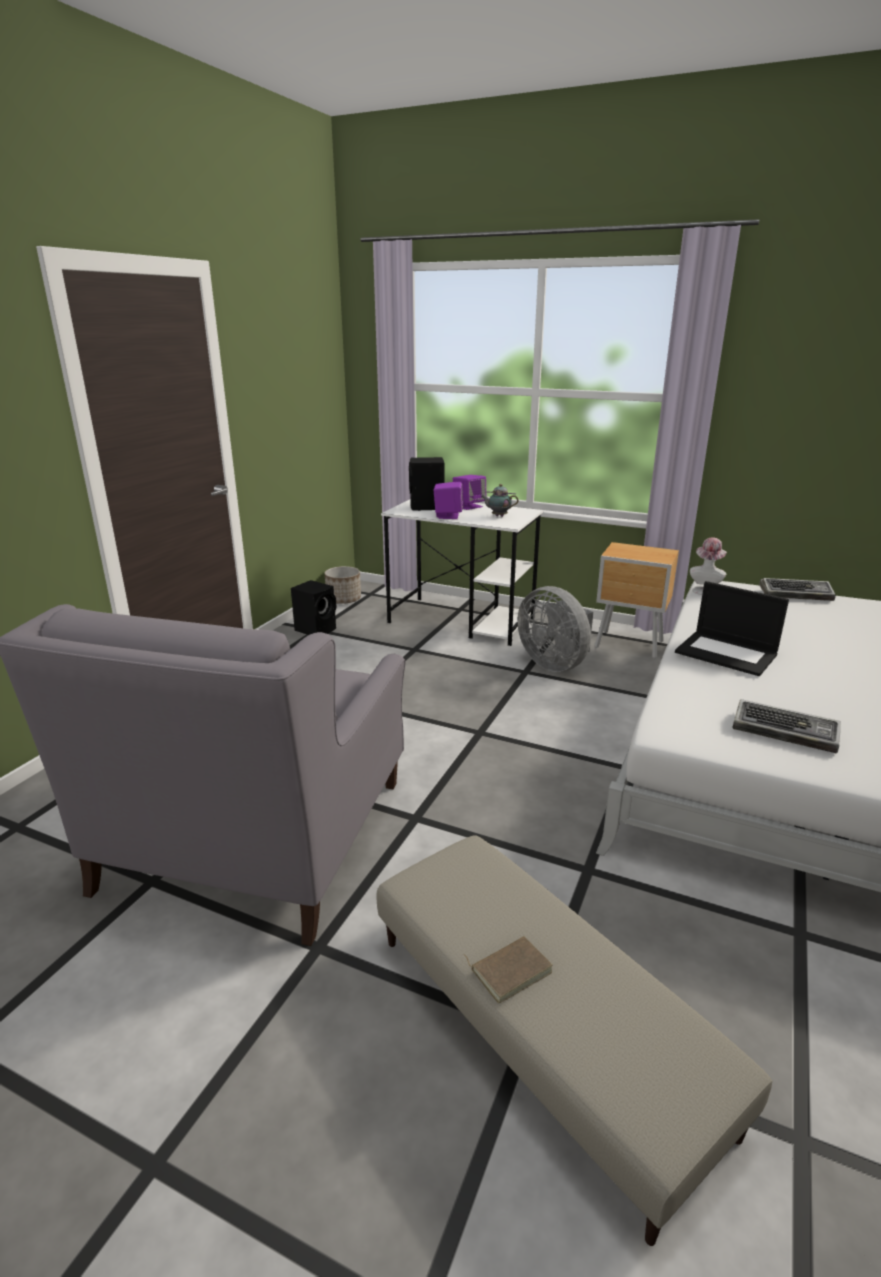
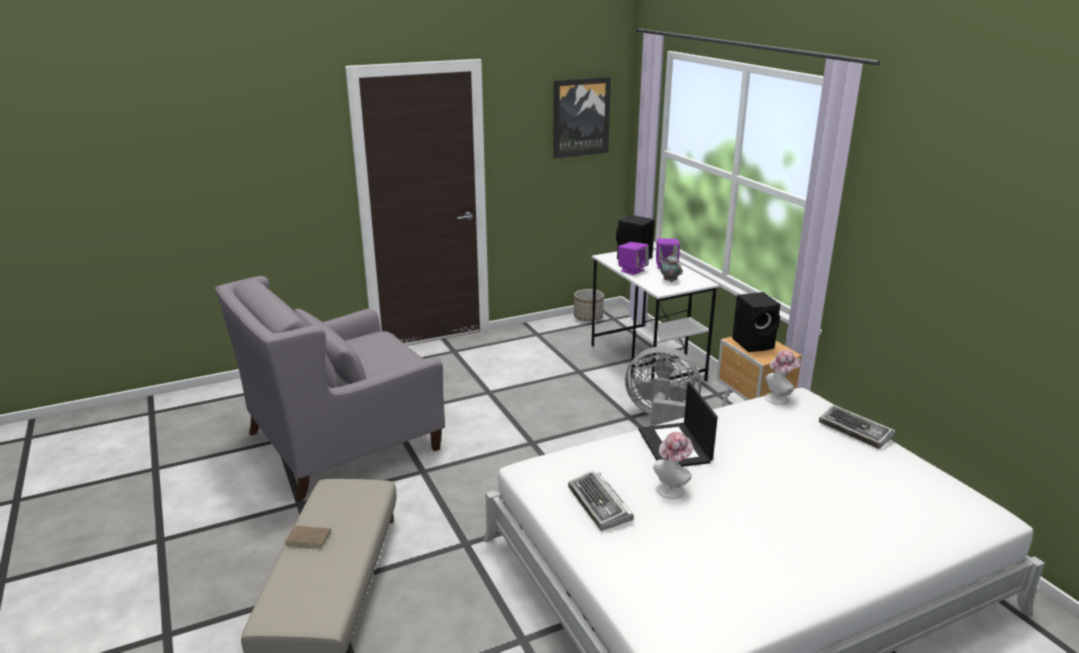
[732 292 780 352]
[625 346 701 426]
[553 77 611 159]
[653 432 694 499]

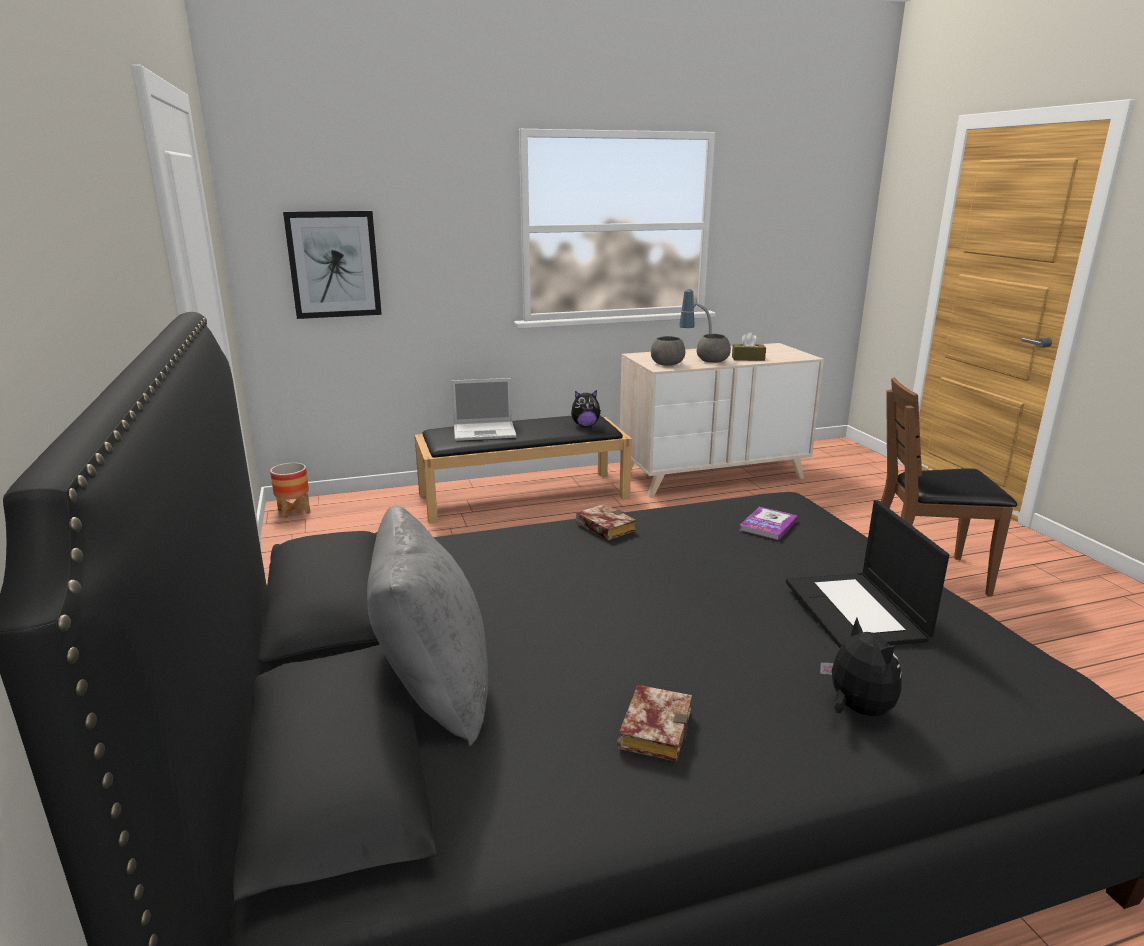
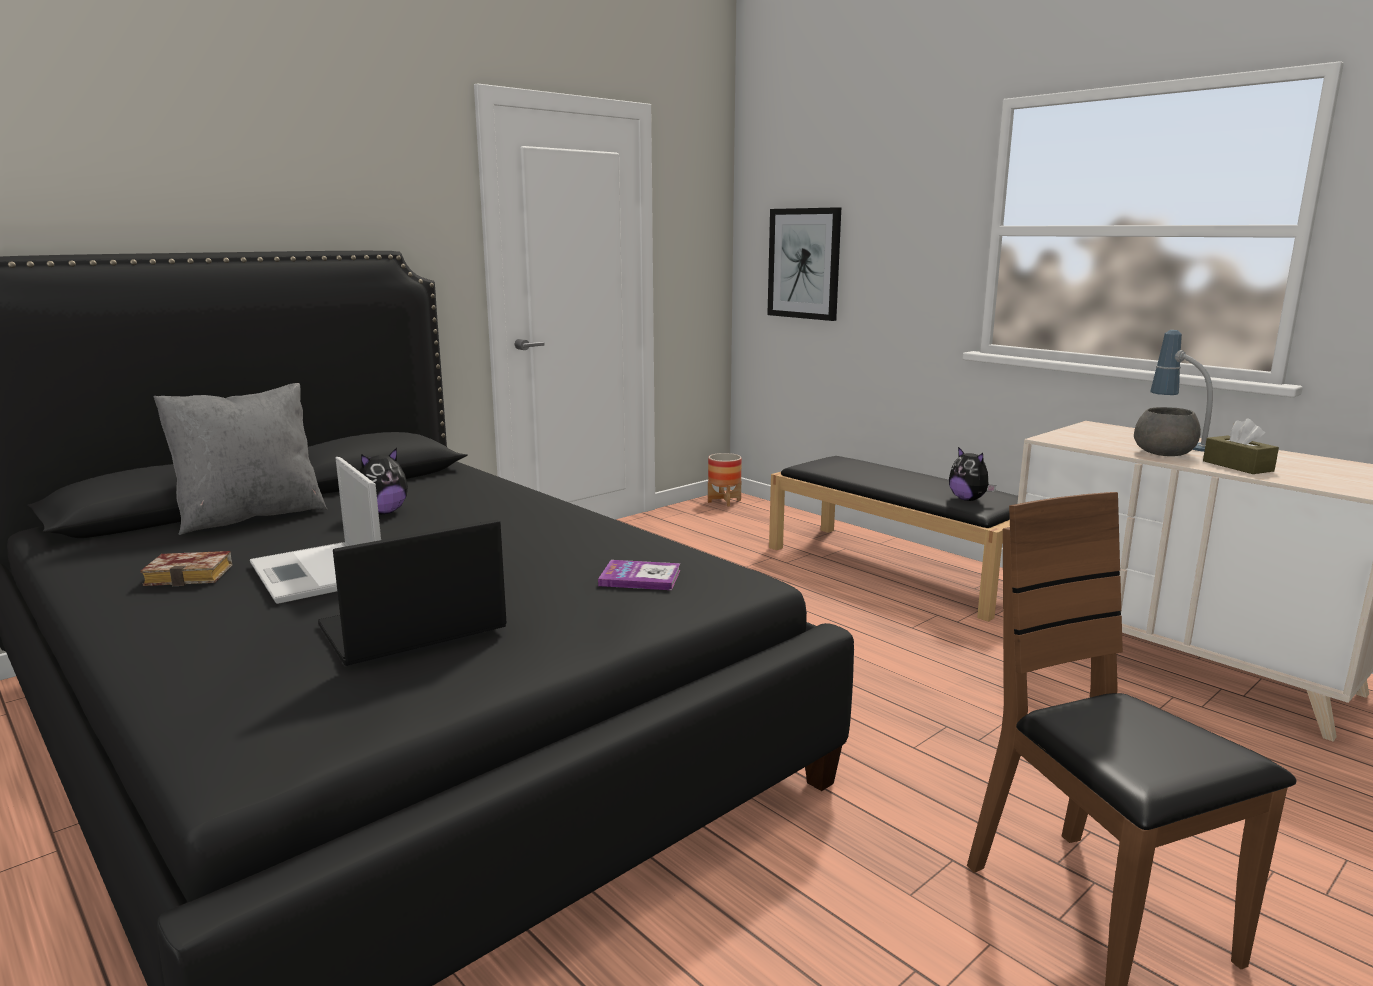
[651 336 685 366] (first image)
[250 457 381 604]
[576 504 636 540] (first image)
[359 448 408 515]

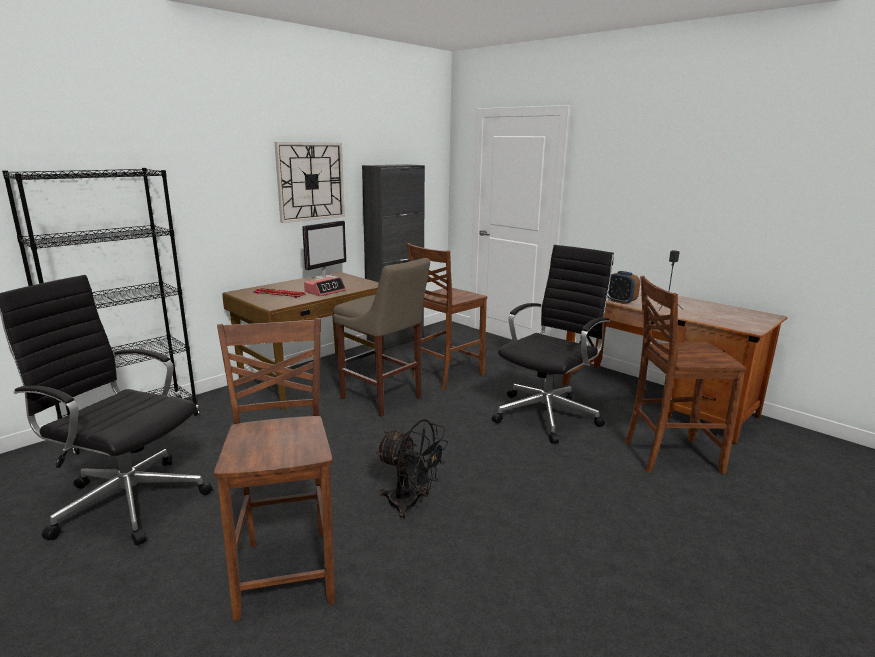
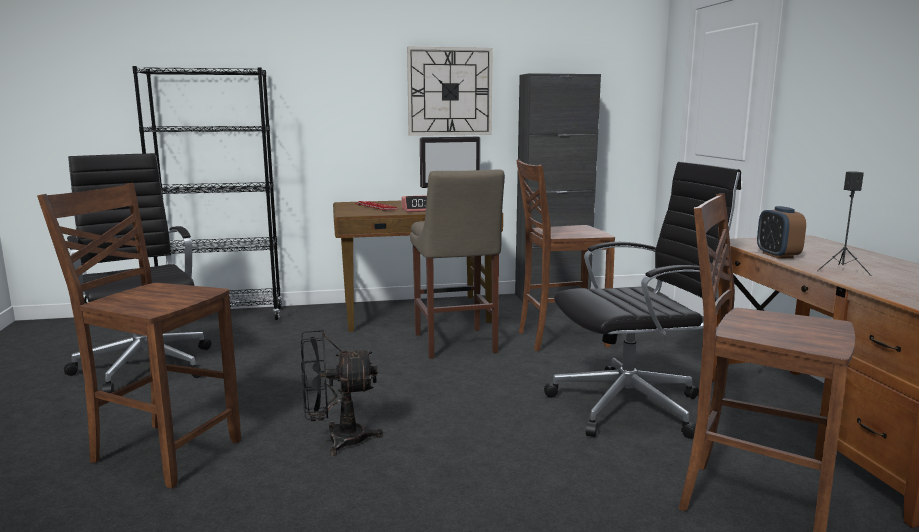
[37 183 241 489]
[301 330 383 456]

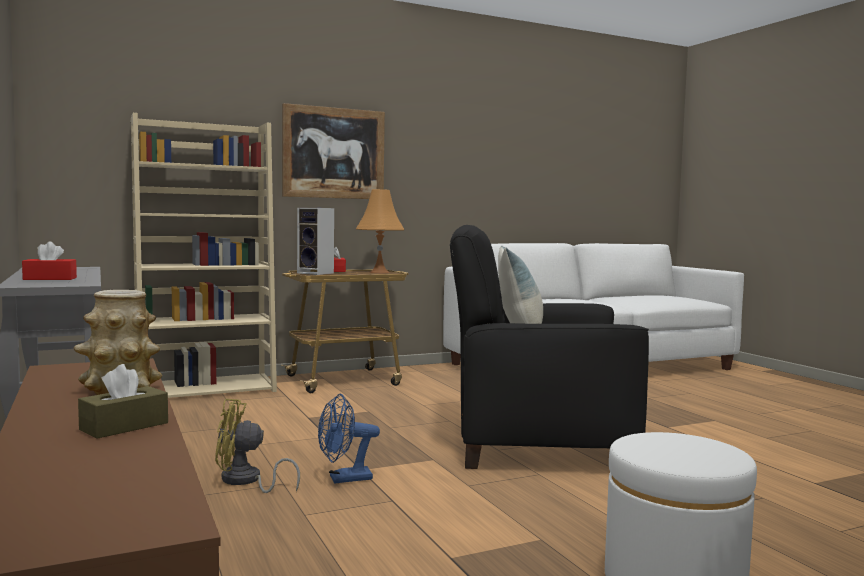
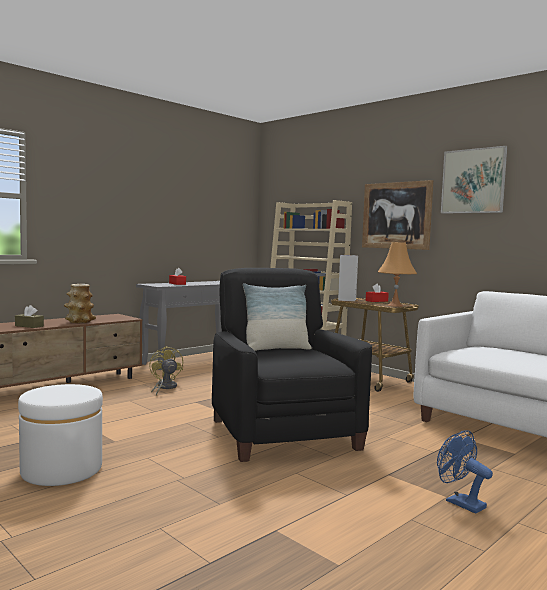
[437 430 493 513]
[441 146 507 213]

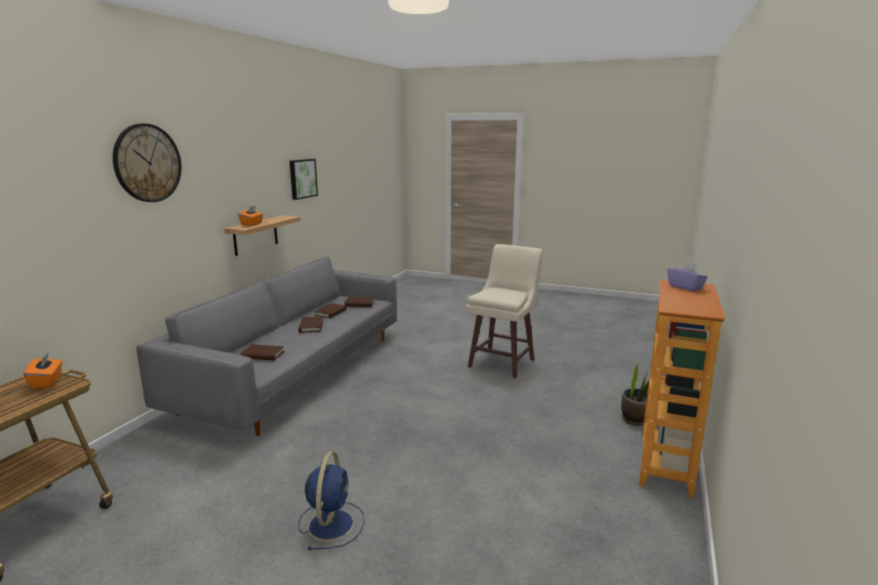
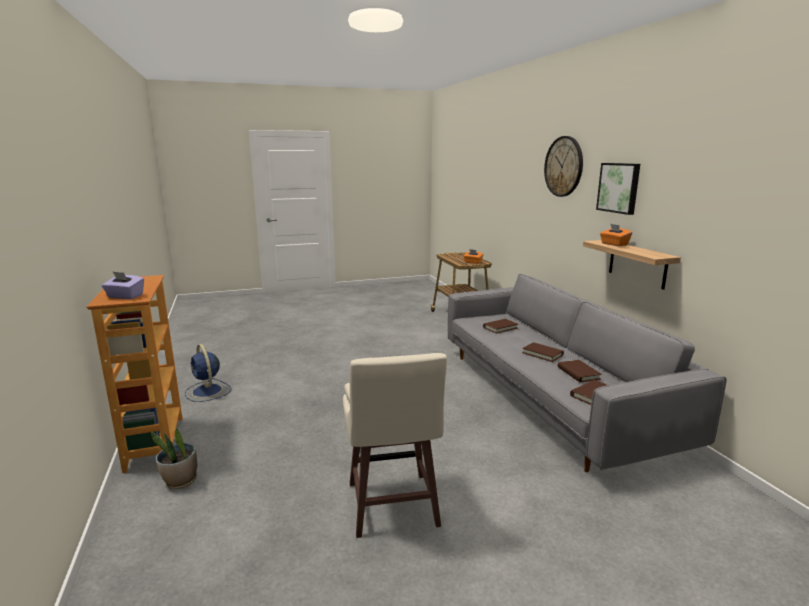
[596 163 640 215]
[185 344 231 402]

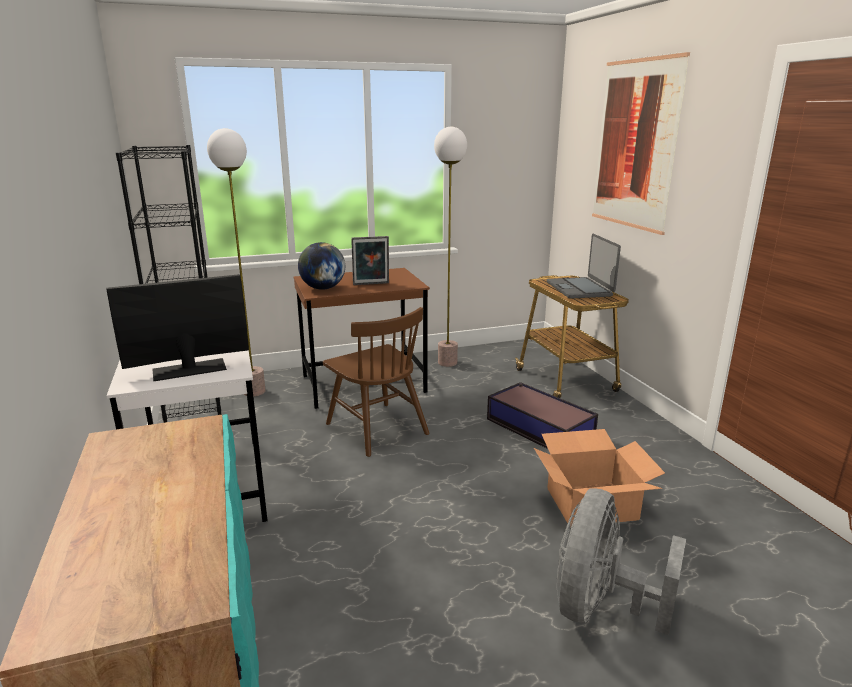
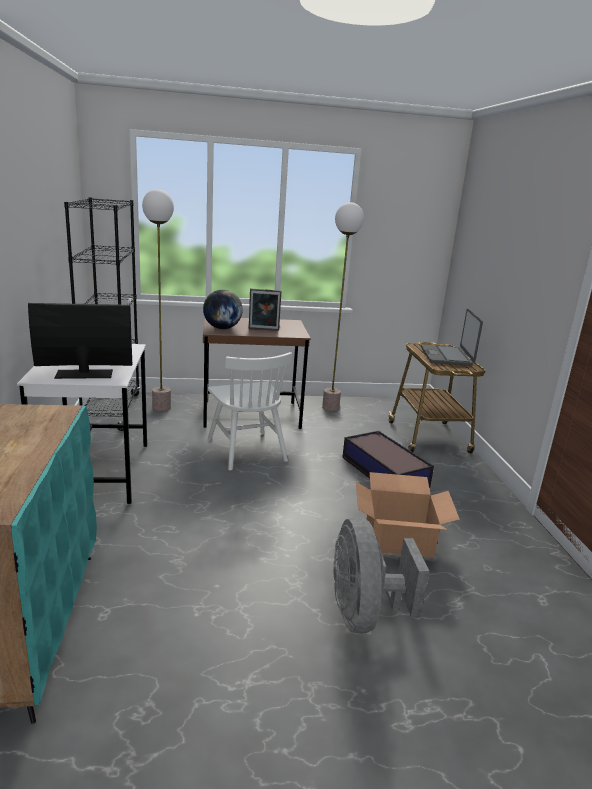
[592 52 690 235] (first image)
[207 352 292 471]
[333 517 429 634]

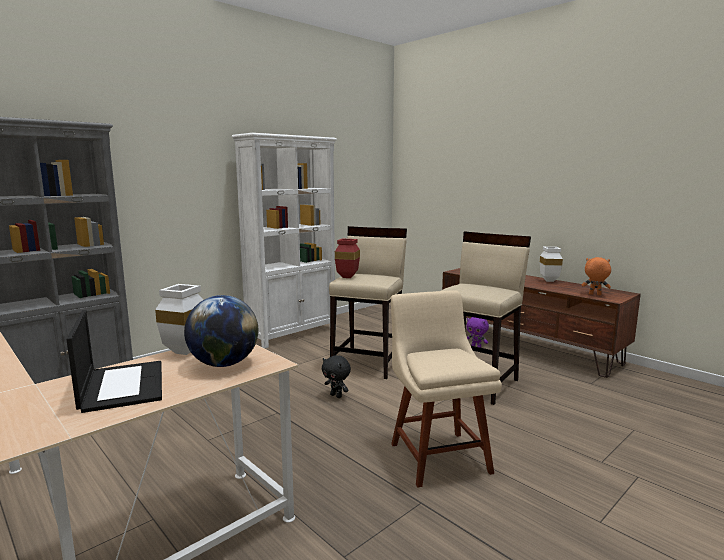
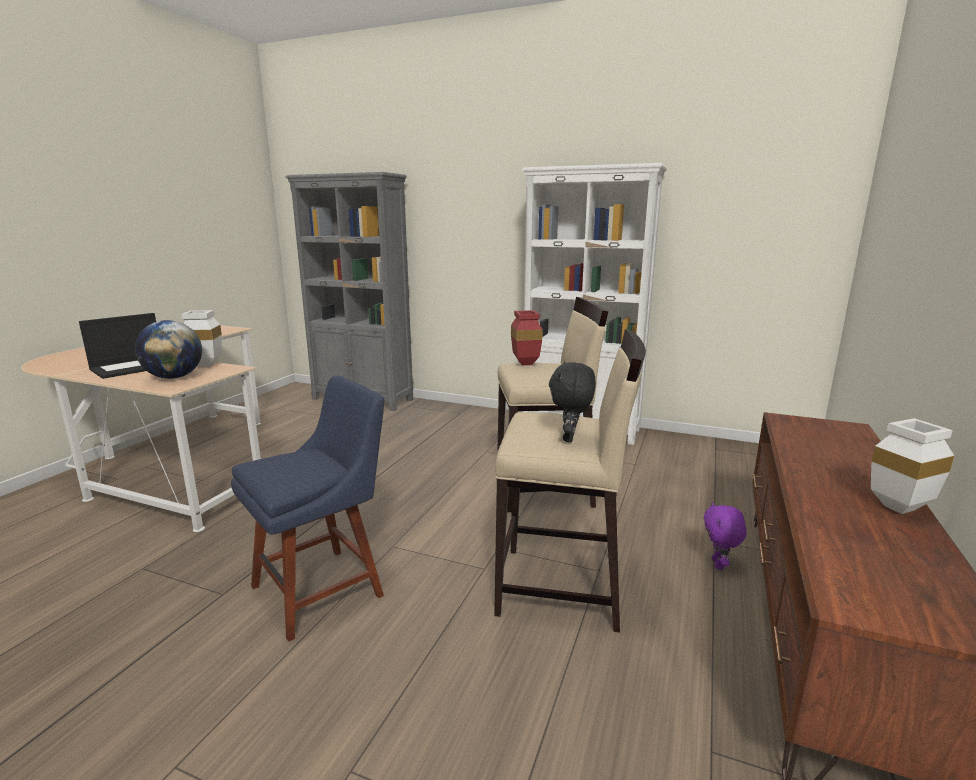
[582 257 611 295] (first image)
[231 375 384 642]
[549 362 596 442]

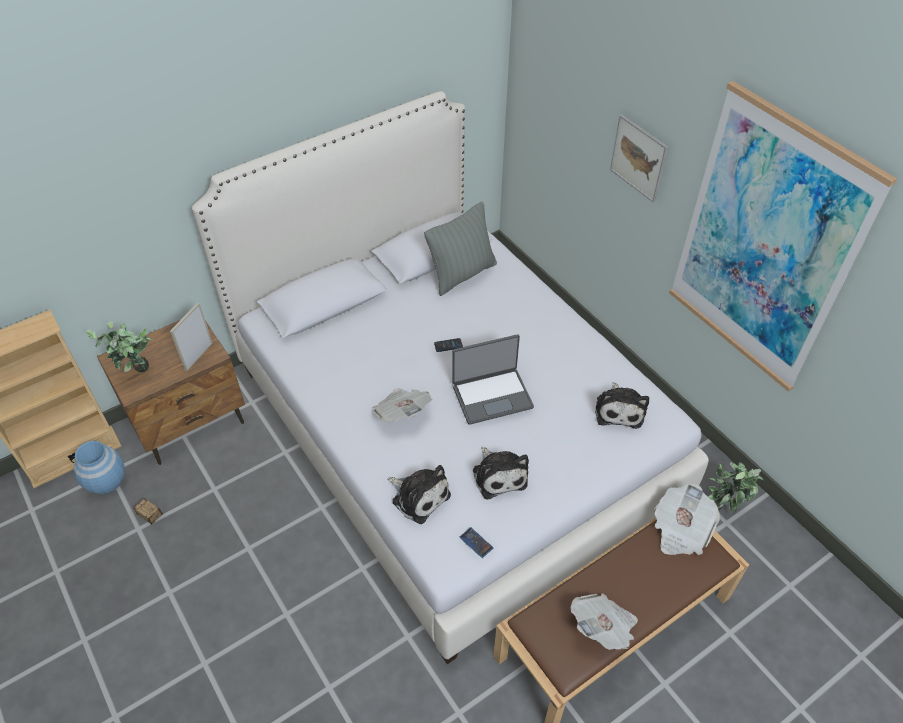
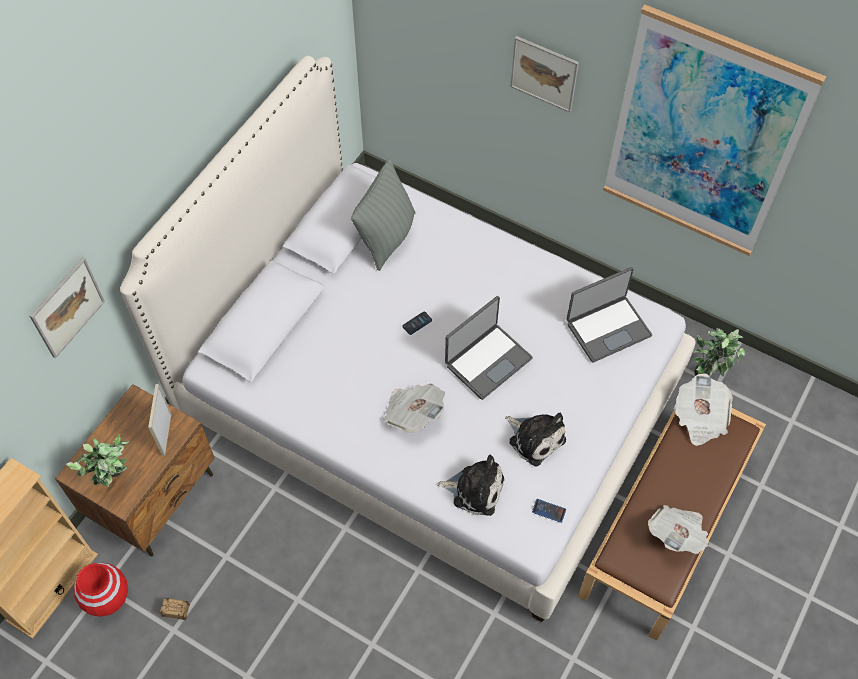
[566 267 652 363]
[74 562 128 617]
[29 257 105 358]

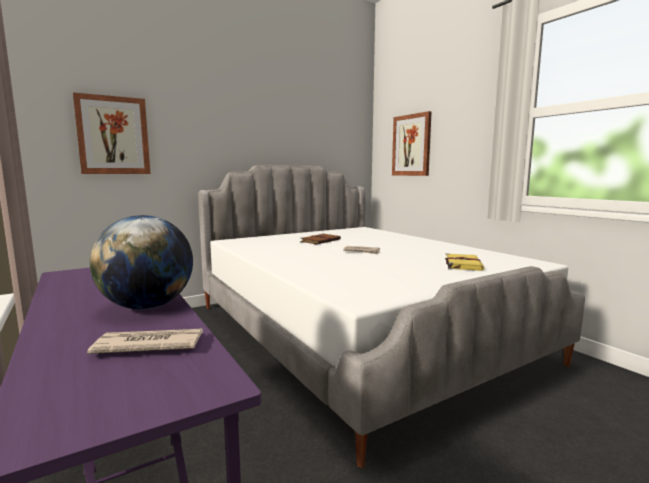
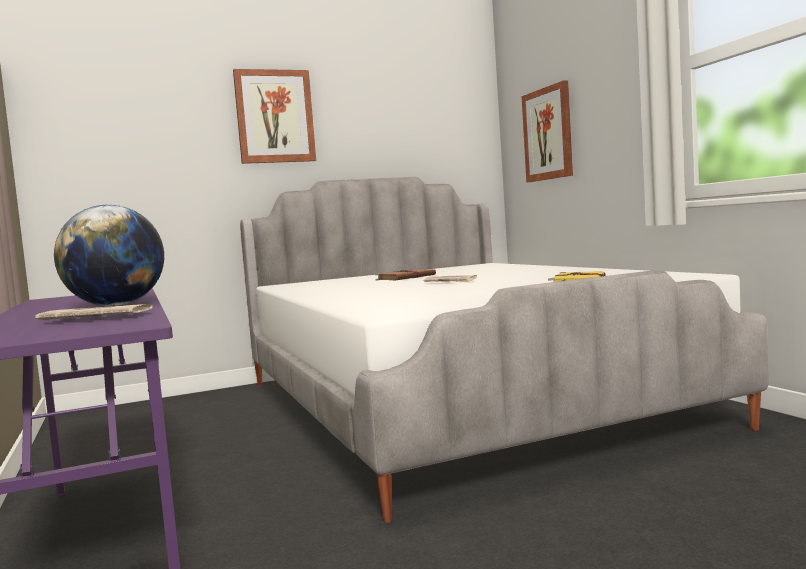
[233 69 316 164]

